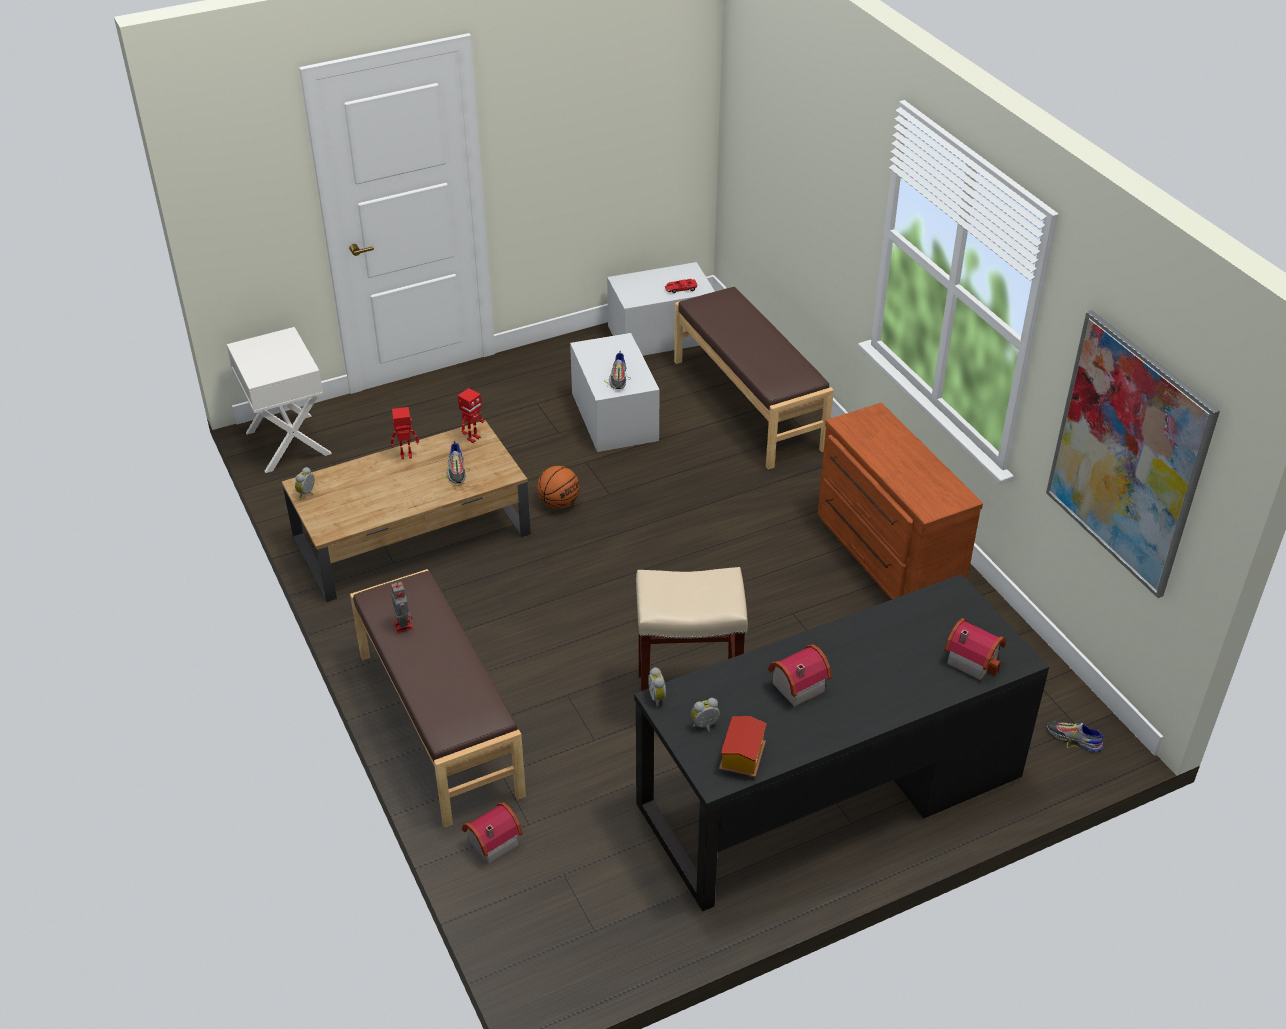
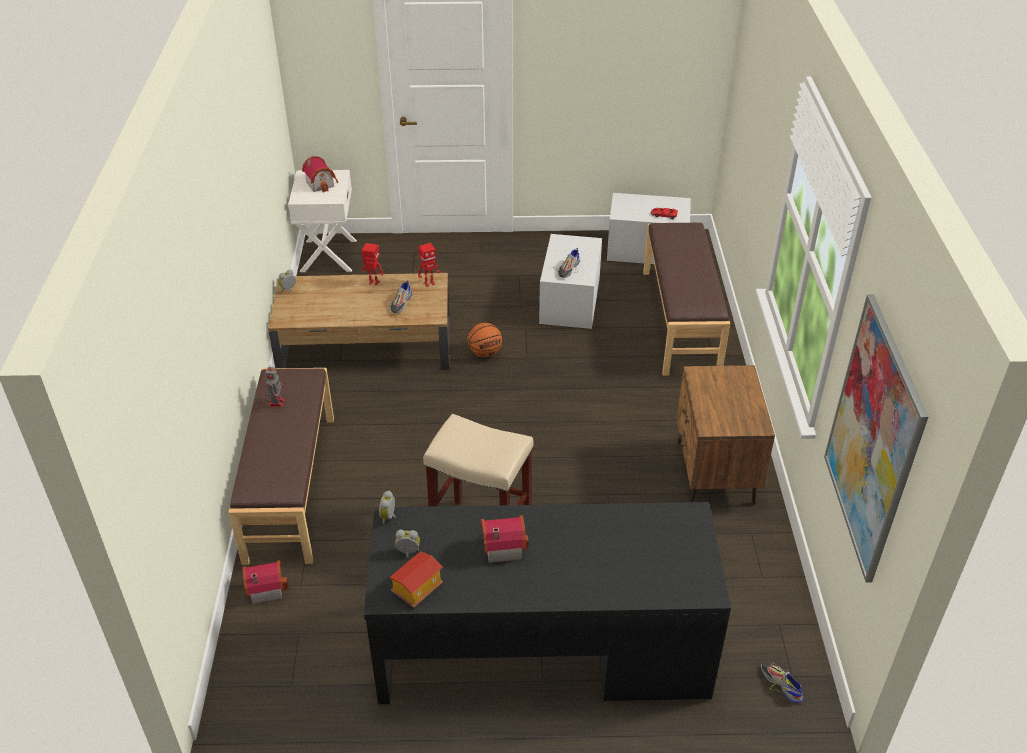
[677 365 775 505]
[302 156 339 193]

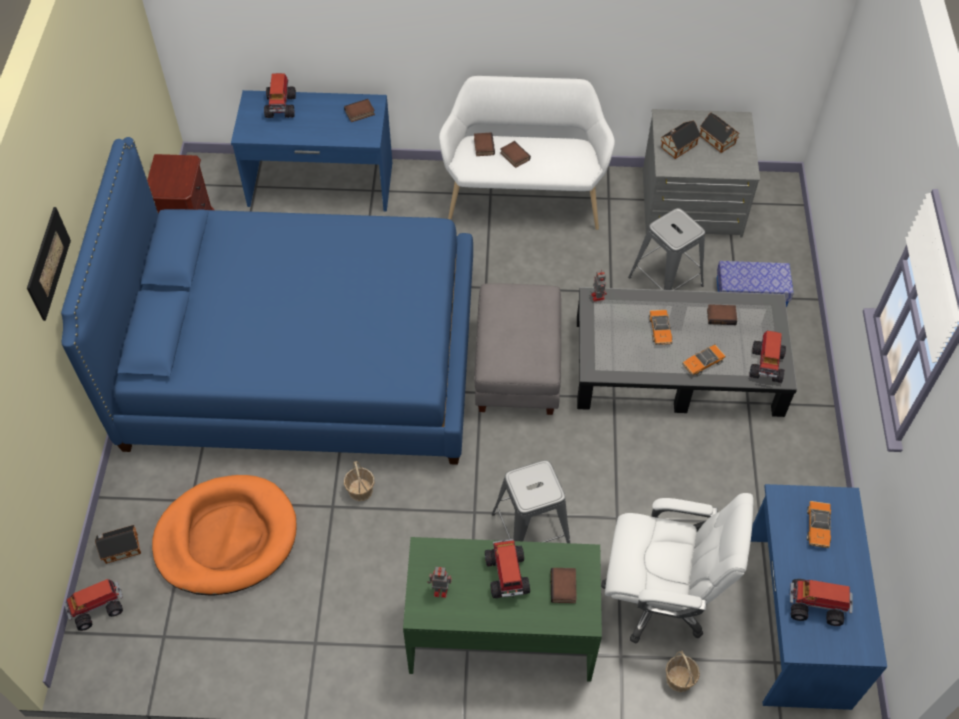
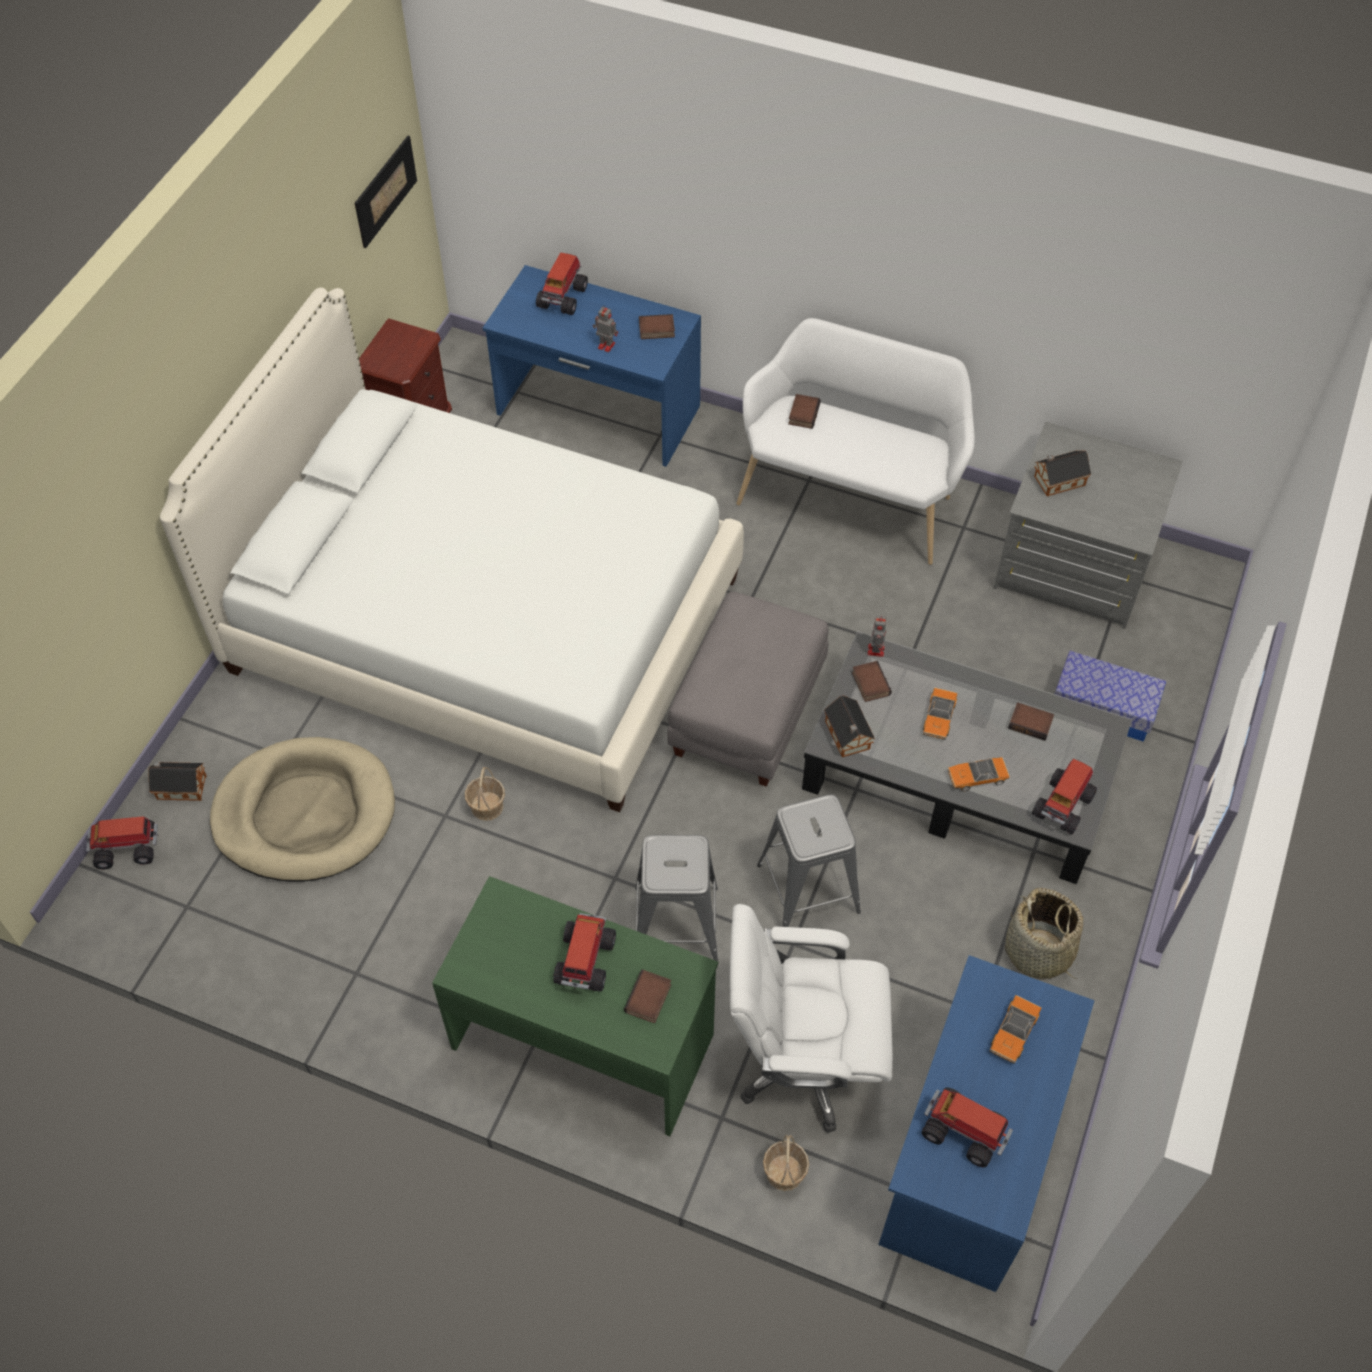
[824 696 875 757]
[160 287 744 812]
[852 661 892 702]
[355 136 417 248]
[757 794 861 927]
[210 737 395 882]
[730 904 893 1133]
[593 305 618 352]
[1005 888 1083 979]

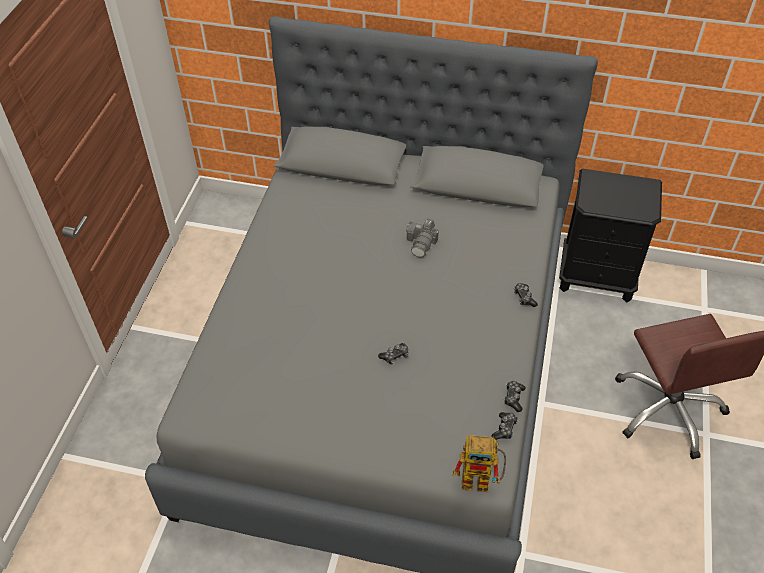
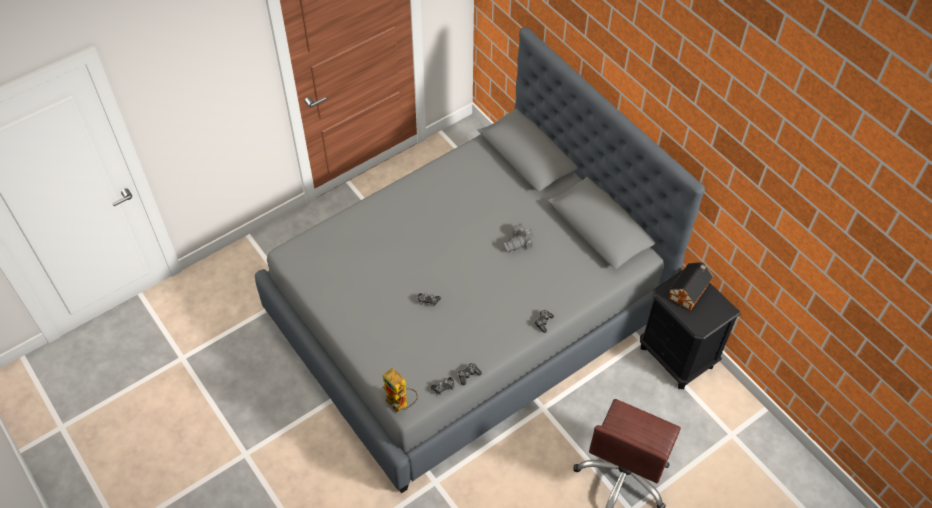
[669 262 713 311]

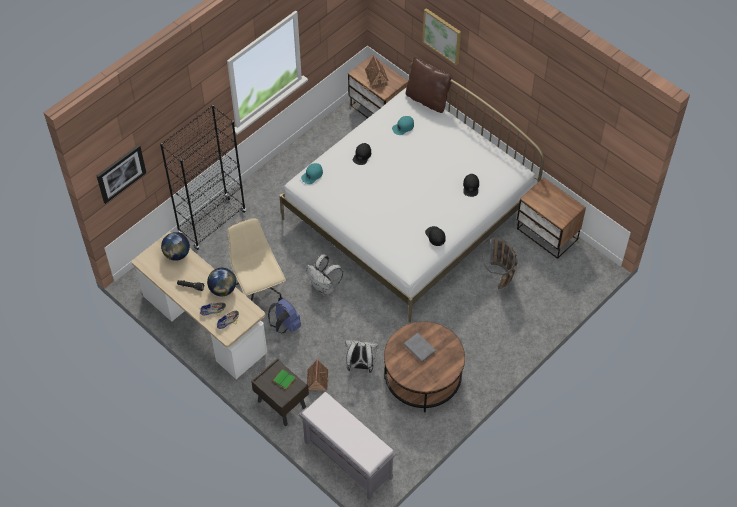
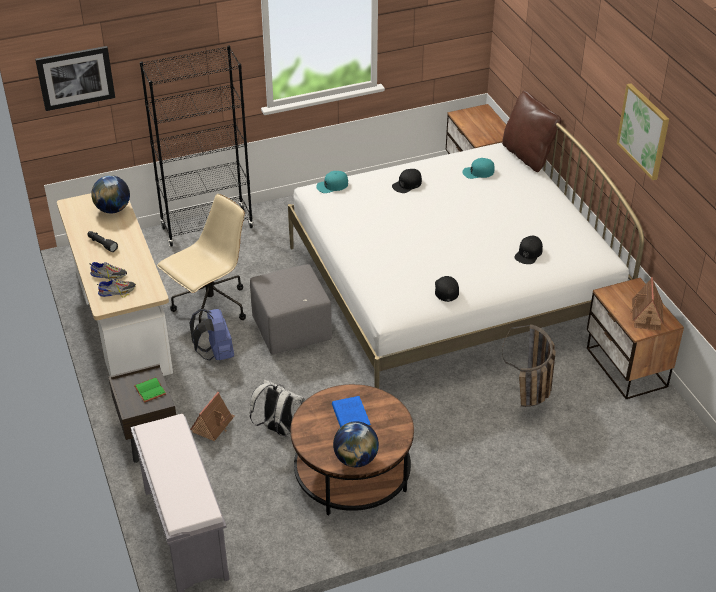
[617 83 669 180]
[631 277 664 331]
[157 194 246 323]
[250 264 332 355]
[333 421 379 467]
[332 396 371 428]

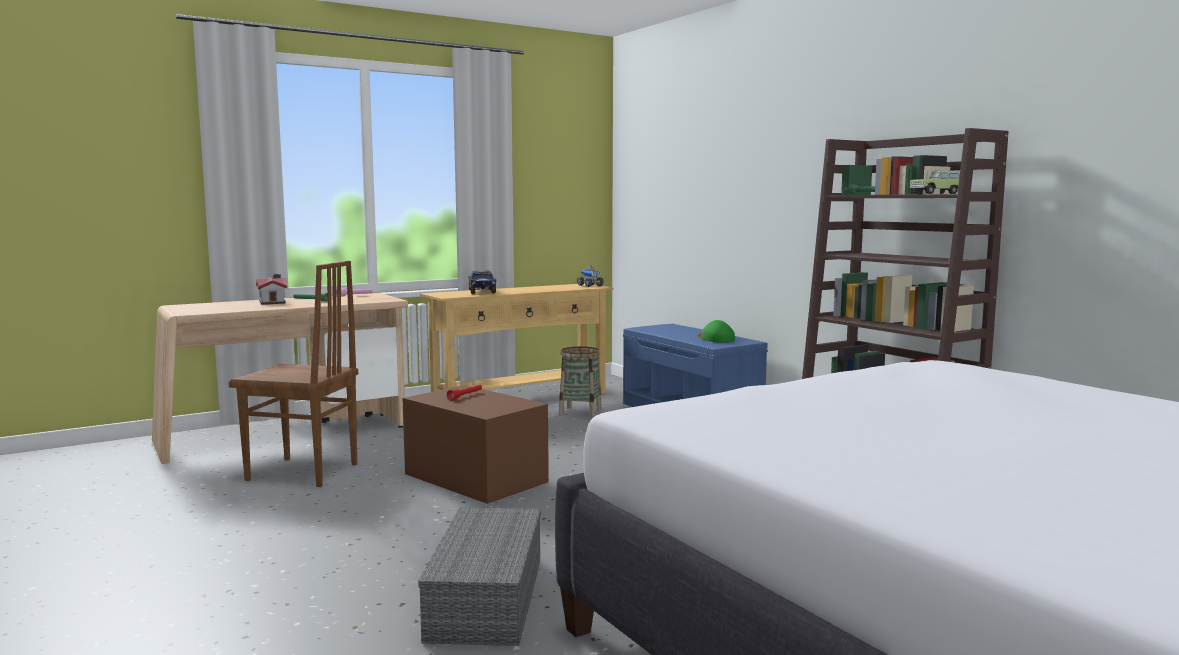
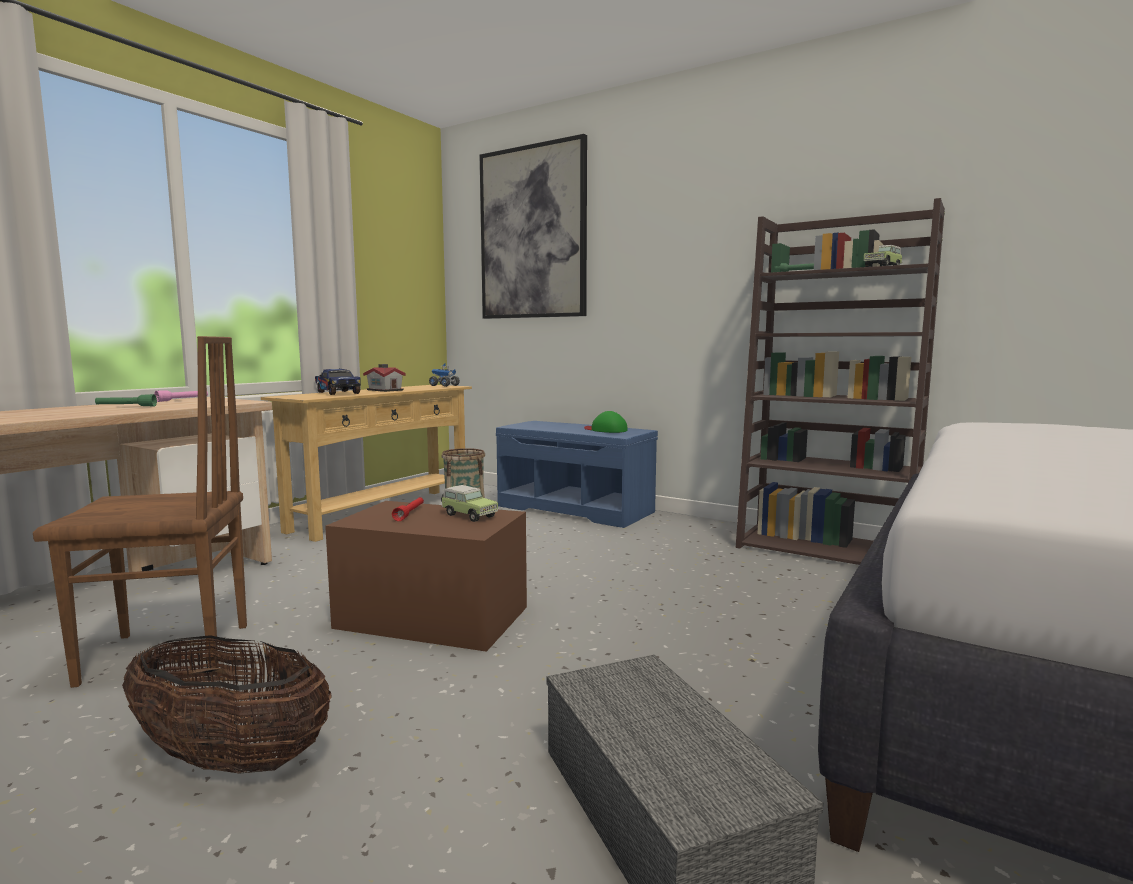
[363 364 406 392]
[480 134 587 319]
[441 485 498 522]
[122 635 332 774]

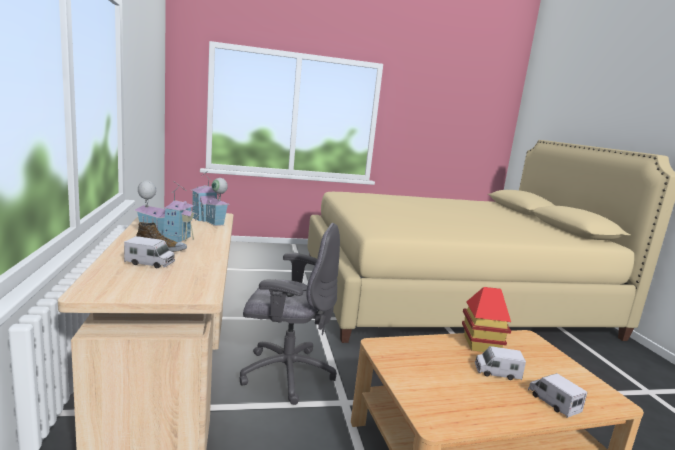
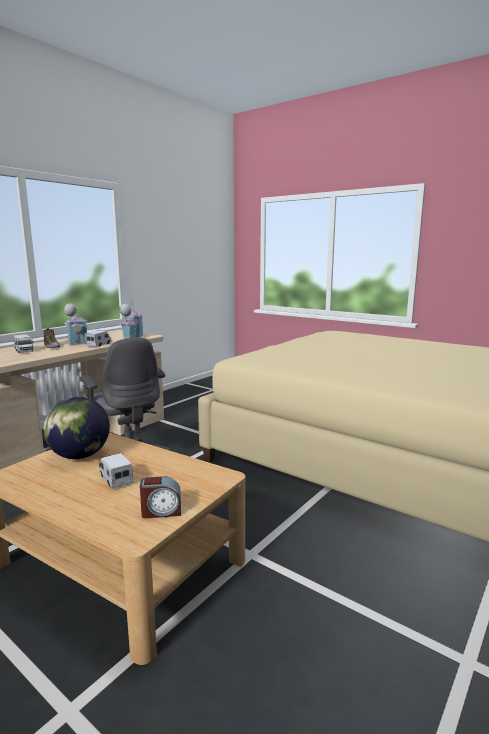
[462 287 511 352] (first image)
[85 330 112 346]
[43 397 110 459]
[140 476 181 518]

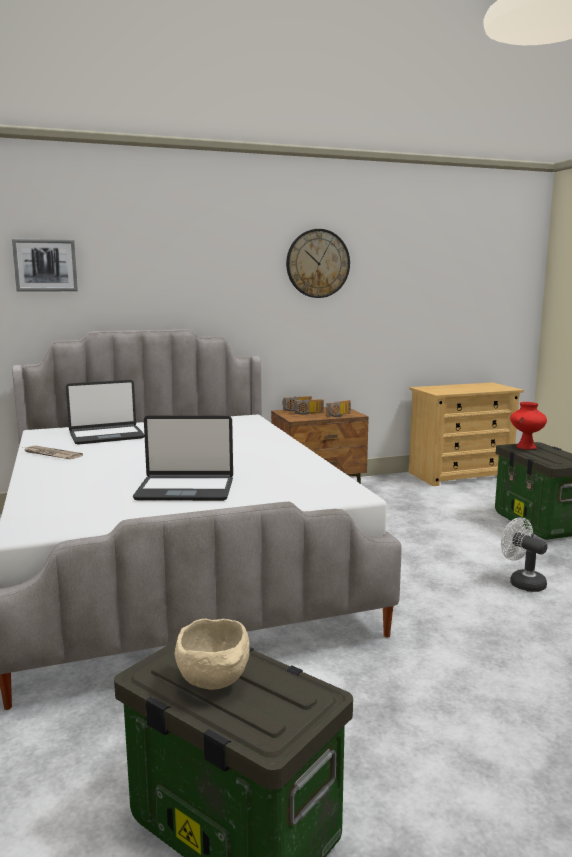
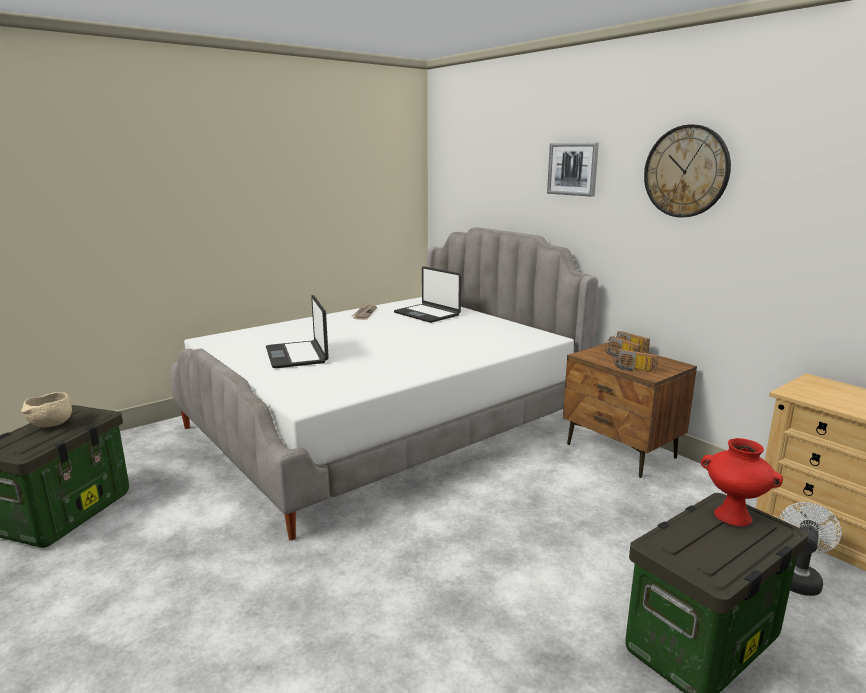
[547 143 599 197]
[779 502 842 596]

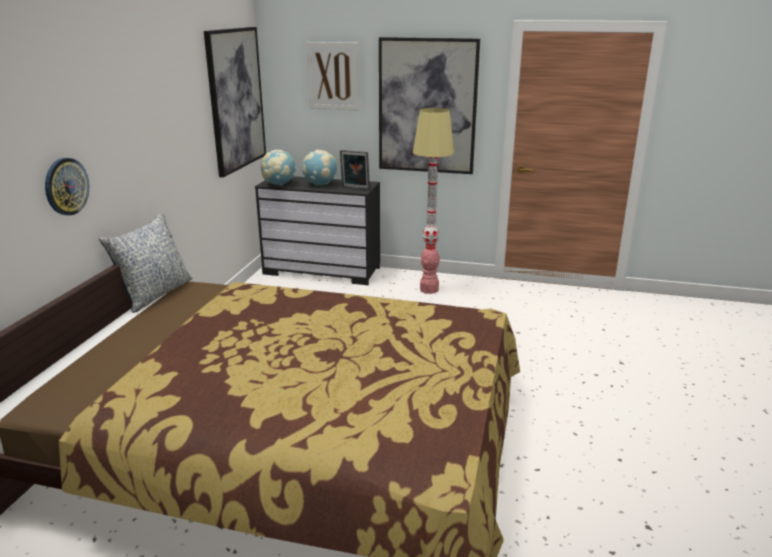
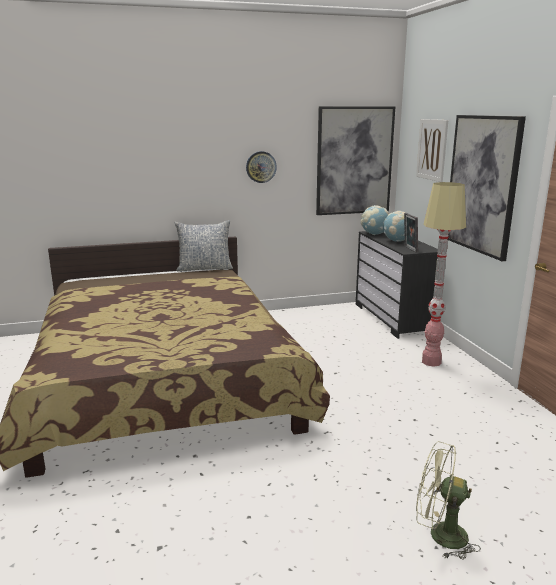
[246 151 277 183]
[416 441 481 560]

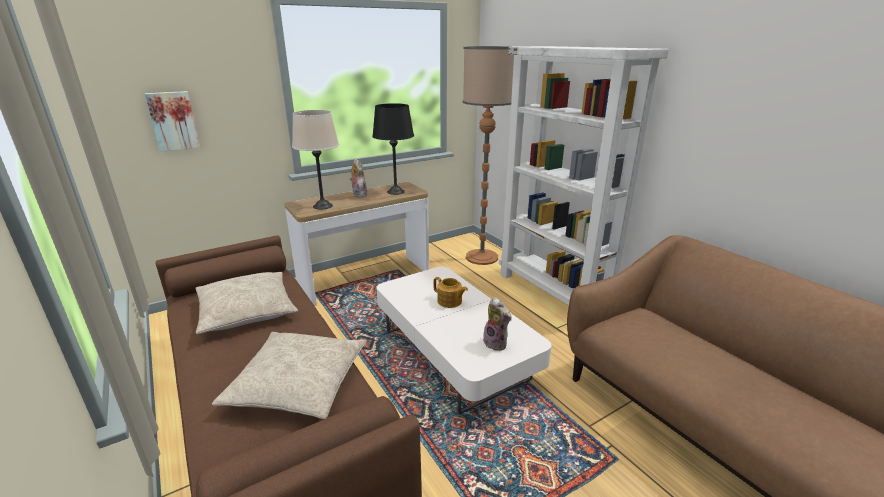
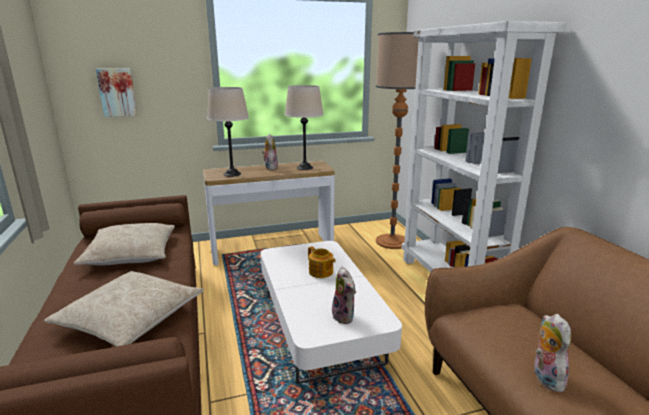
[285 85 324 170]
[534 314 572 392]

